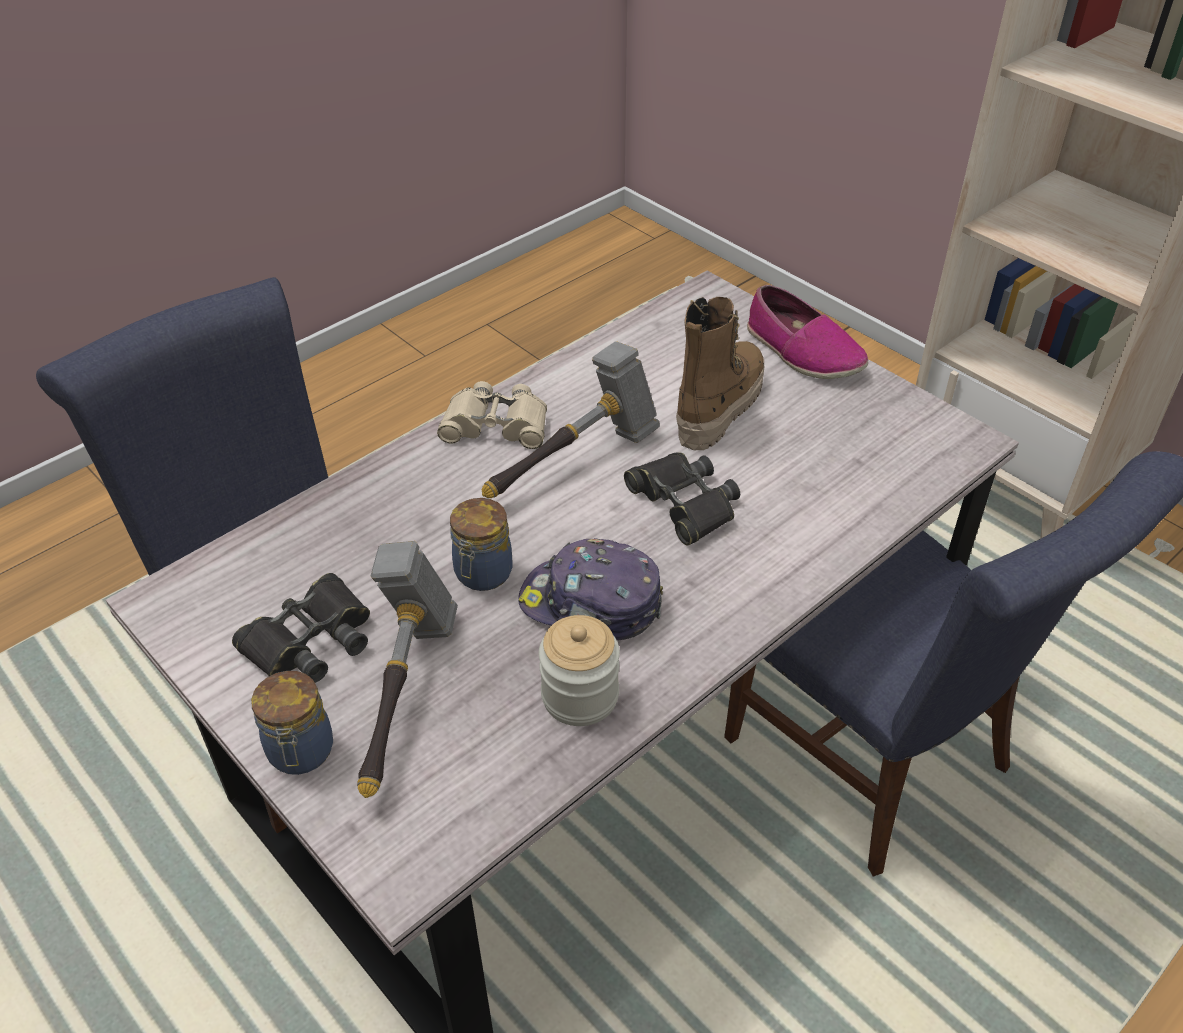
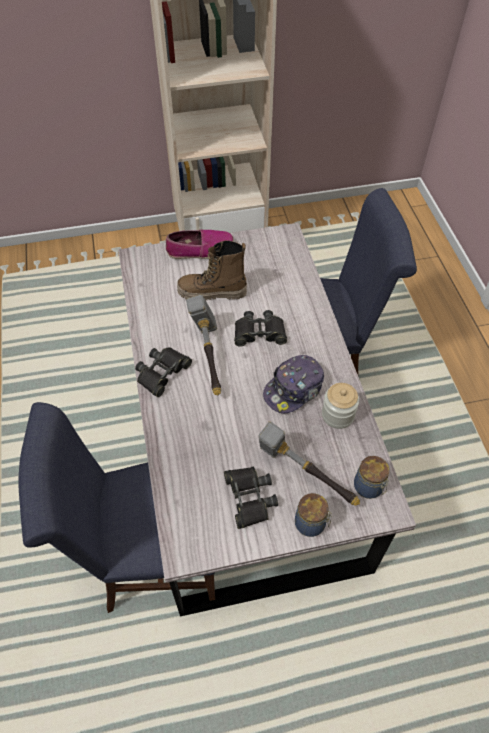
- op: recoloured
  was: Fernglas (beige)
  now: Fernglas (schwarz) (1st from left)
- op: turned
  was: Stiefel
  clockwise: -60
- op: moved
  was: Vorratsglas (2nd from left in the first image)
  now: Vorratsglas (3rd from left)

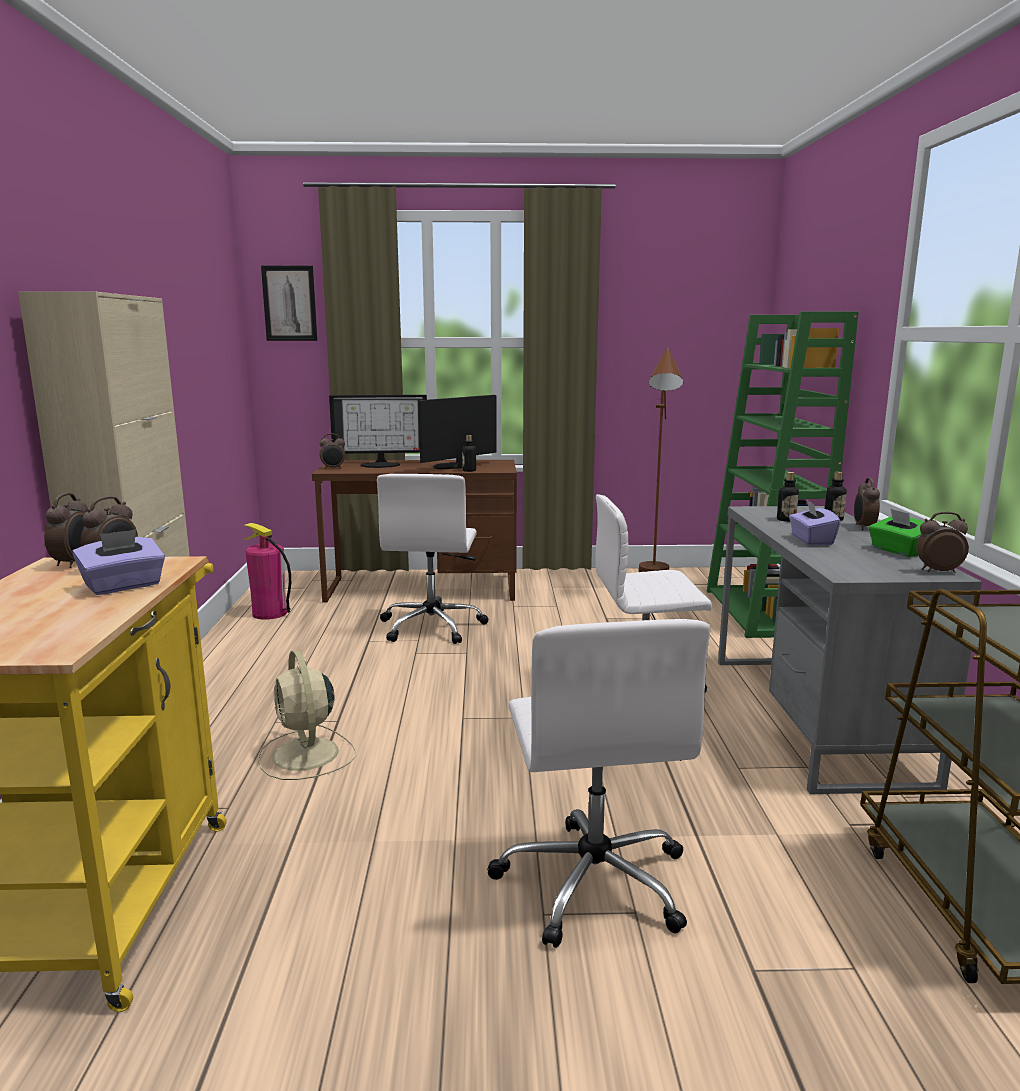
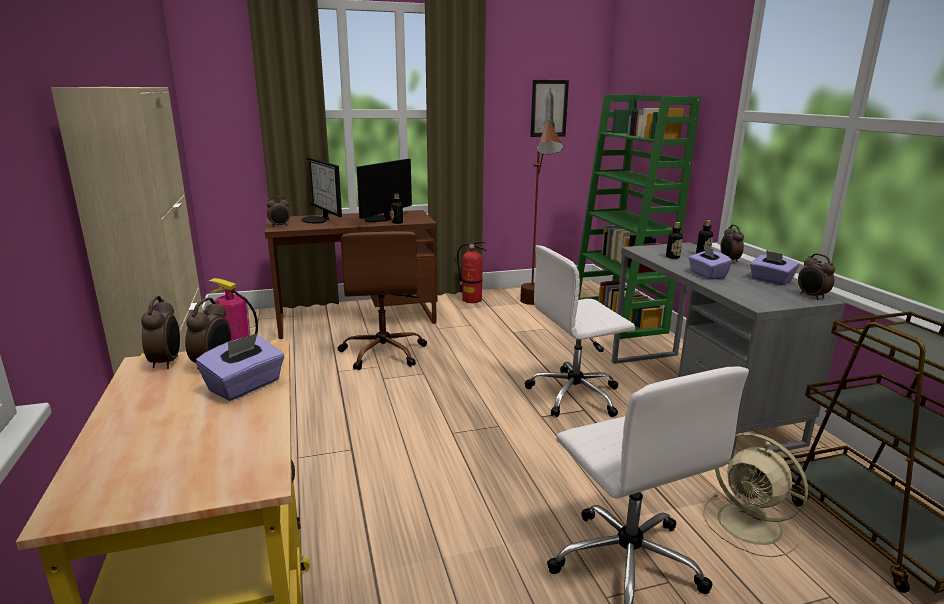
- op: turned
  was: Monitor (1st from left)
  clockwise: 75
- op: recoloured
  was: Bürostuhl (weiß) (1st from left)
  now: Bürostuhl (braun)
- op: added
  now: Feuerlöscher (2nd from left)
- op: moved
  was: Bild
- op: moved
  was: Ventilator (beige)
- op: recoloured
  was: Taschentuchbox (grün)
  now: Taschentuchbox (lila) (3rd from left)
- op: turned
  was: Wecker (5th from left)
  clockwise: -105

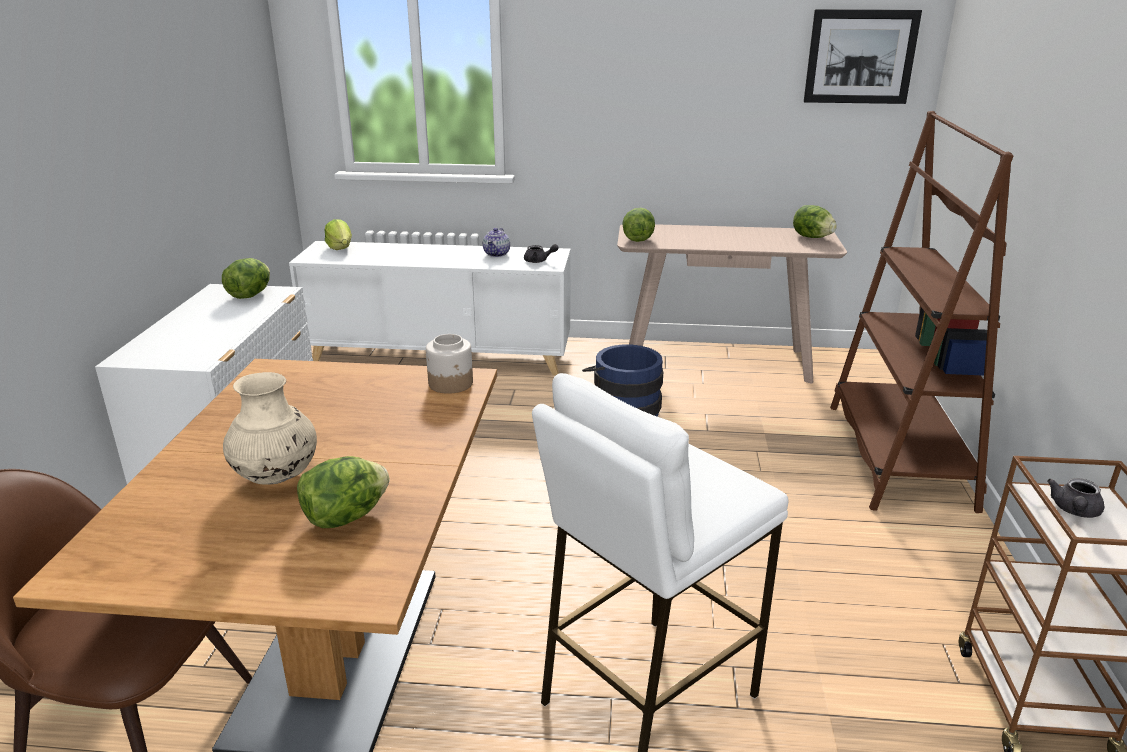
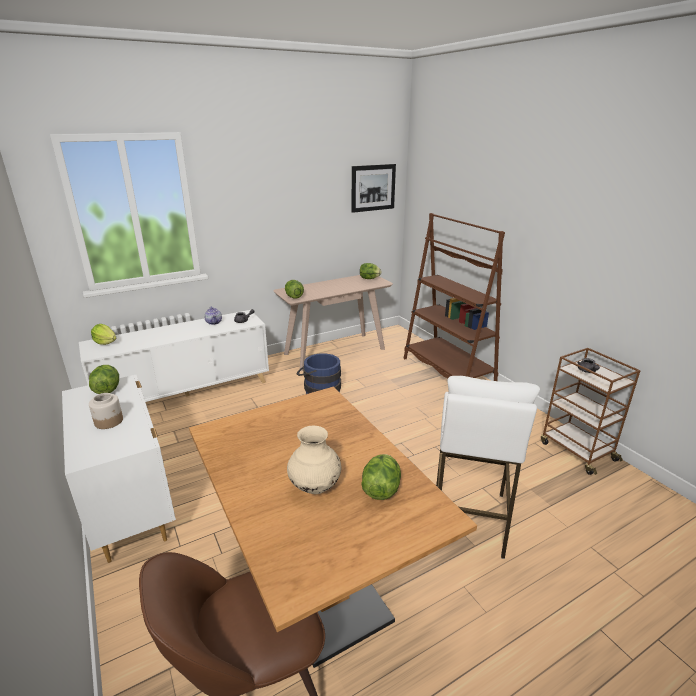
- op: moved
  was: Vorratsglas

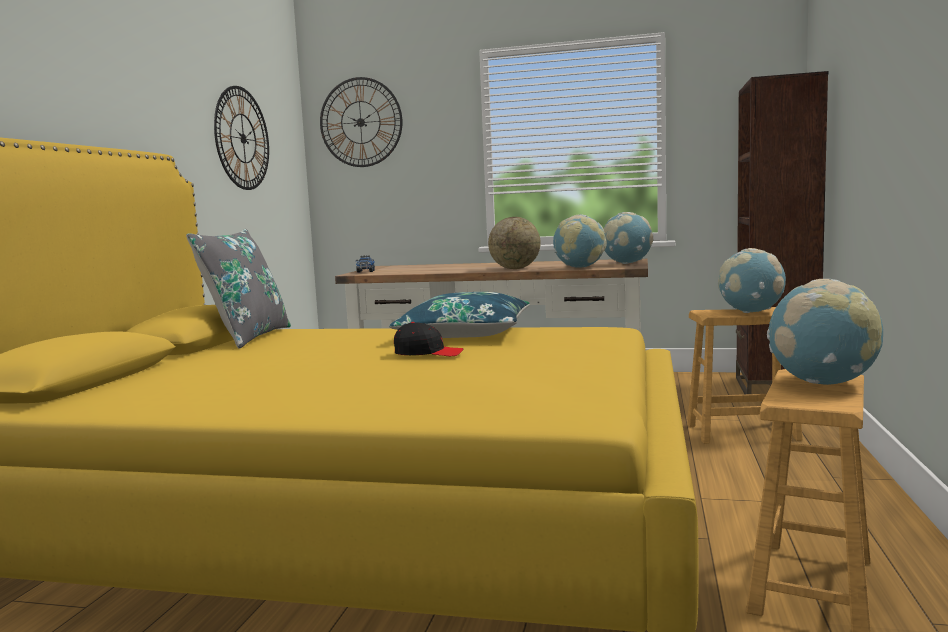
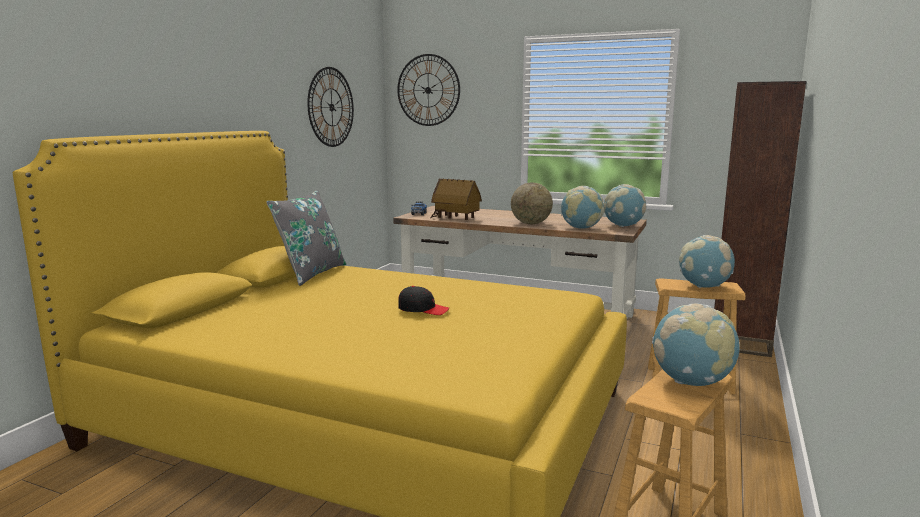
- op: added
  now: Spielzeughaus
- op: removed
  was: Kissen (blau)

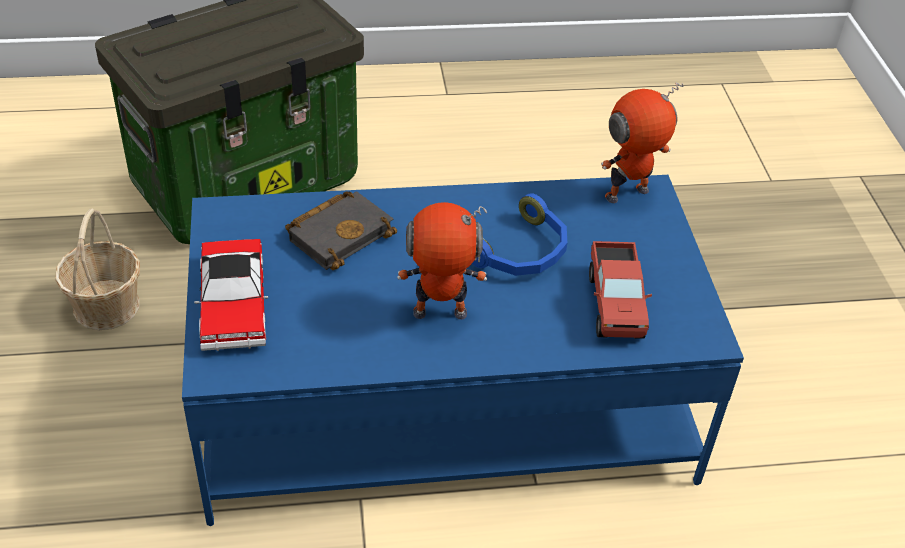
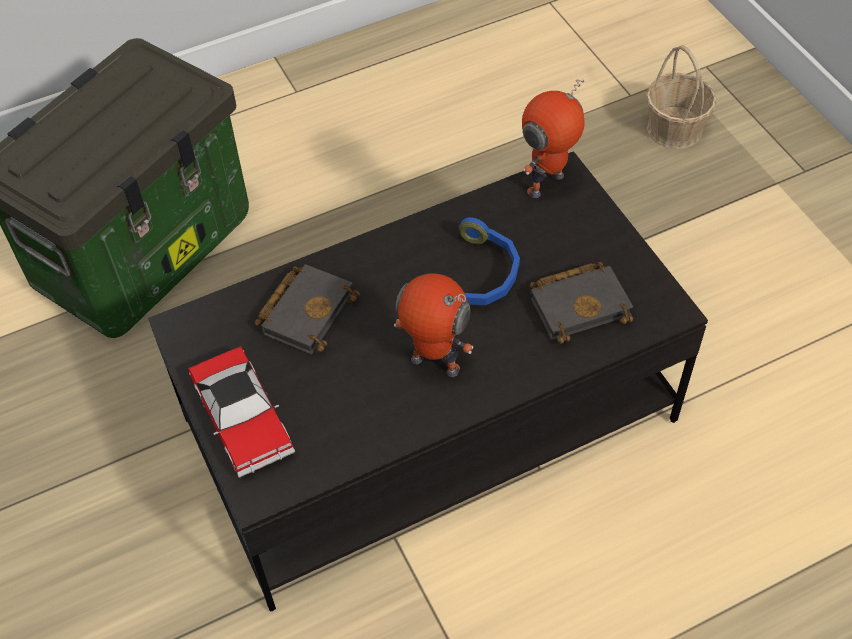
- op: recoloured
  was: Couchtisch (blau)
  now: Couchtisch (schwarz)
- op: turned
  was: Spielzeugroboter (1st from left)
  clockwise: 45
- op: replaced
  was: Spielzeuglaster
  now: Buch (schwarz) (2nd from left)
- op: moved
  was: Korb

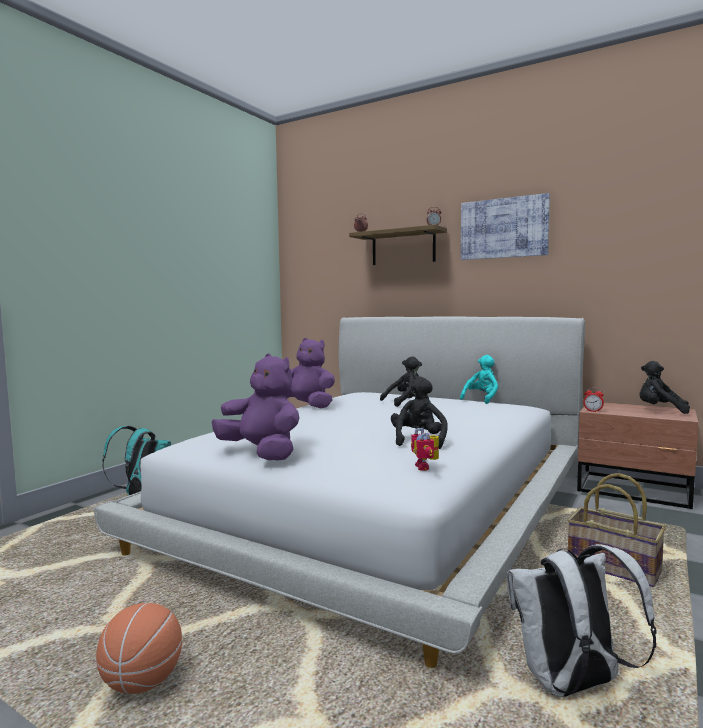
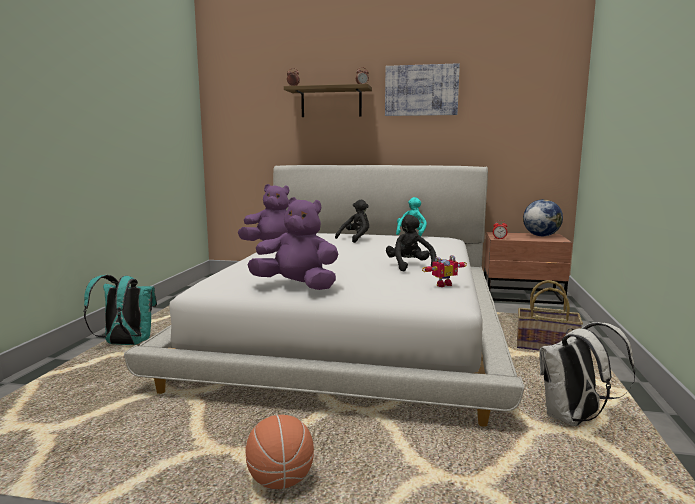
- op: turned
  was: Spielzeugroboter
  clockwise: -90
- op: replaced
  was: Plüschtier (schwarz) (3rd from left)
  now: Globus

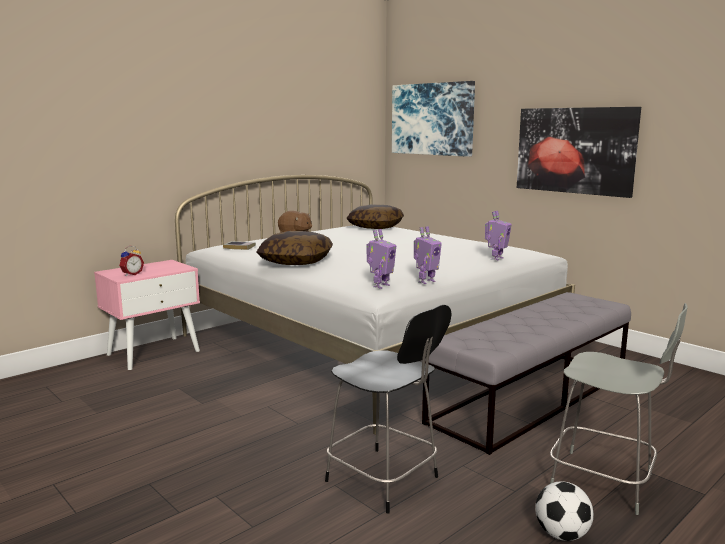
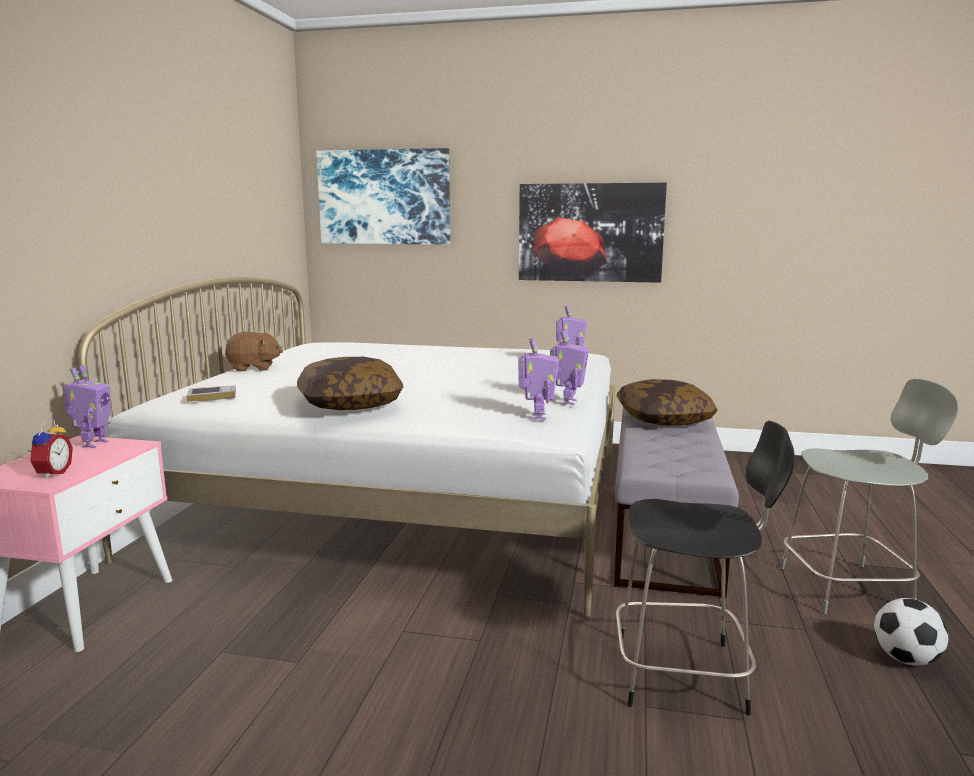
- op: added
  now: Spielzeugroboter (1st from left)
- op: moved
  was: Kissen (2nd from left)

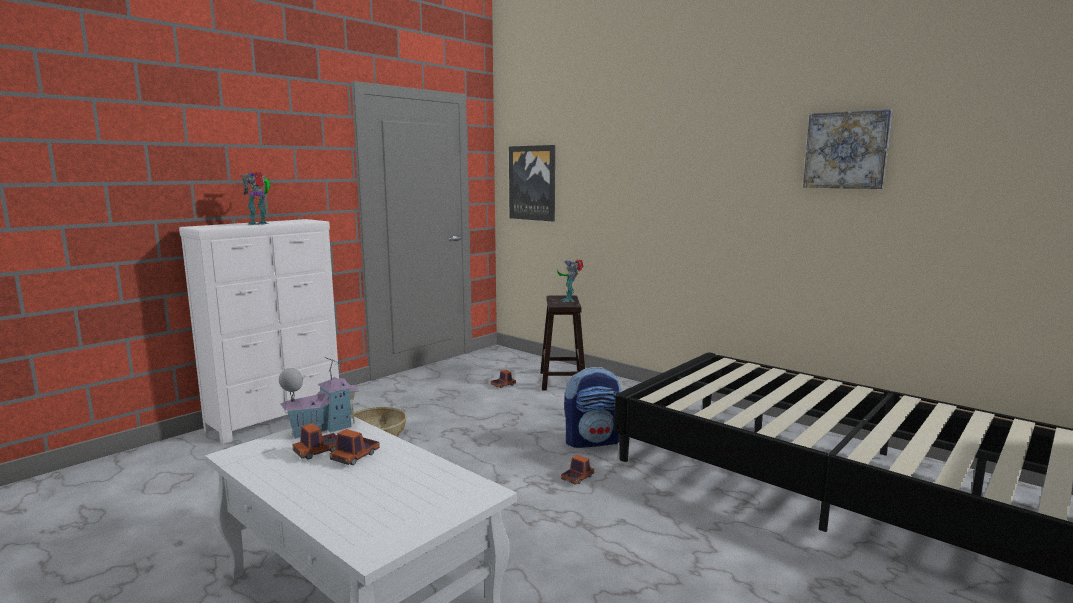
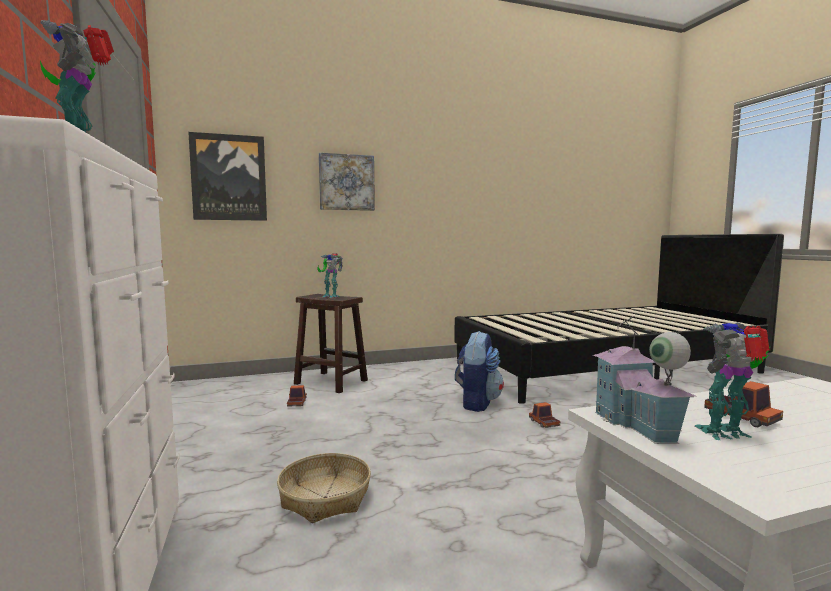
- op: moved
  was: Bild (2nd from left)
- op: replaced
  was: Spielzeuglaster (1st from left)
  now: Spielzeugroboter (3rd from left)

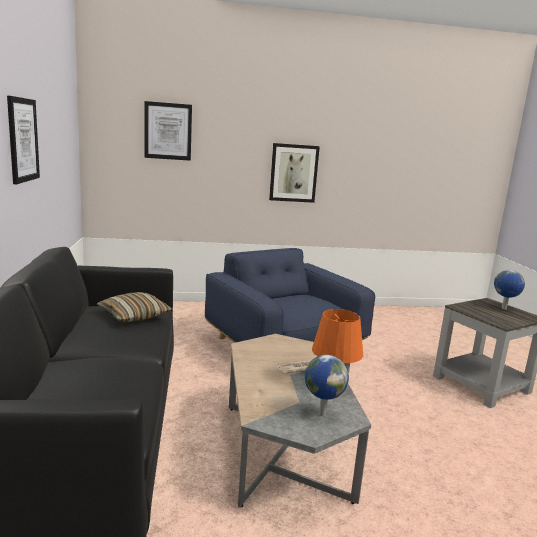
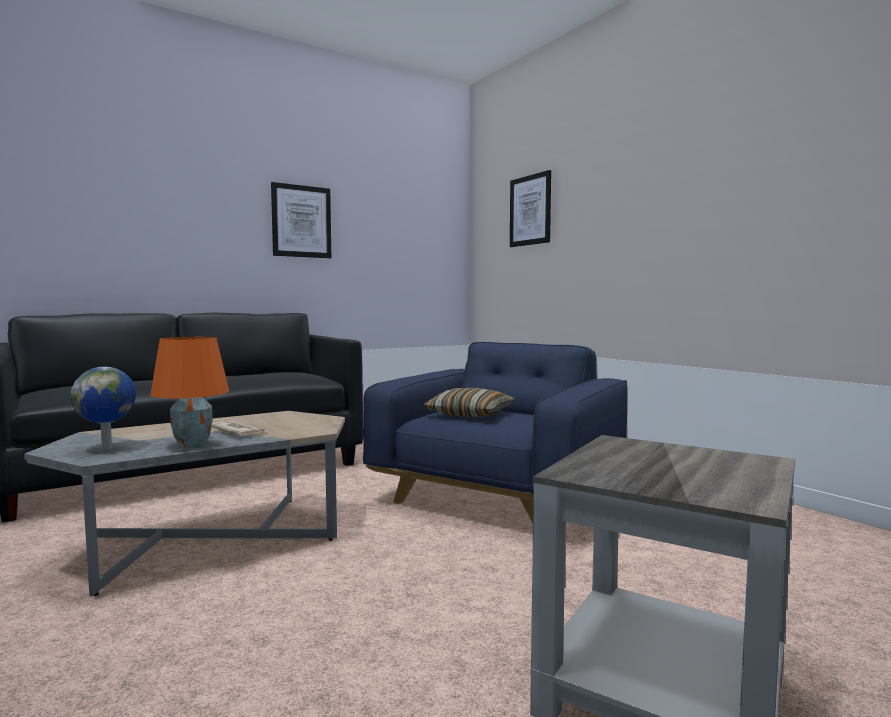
- op: moved
  was: Kissen
- op: removed
  was: Bild (3rd from left)
- op: removed
  was: Globus (2nd from left)

